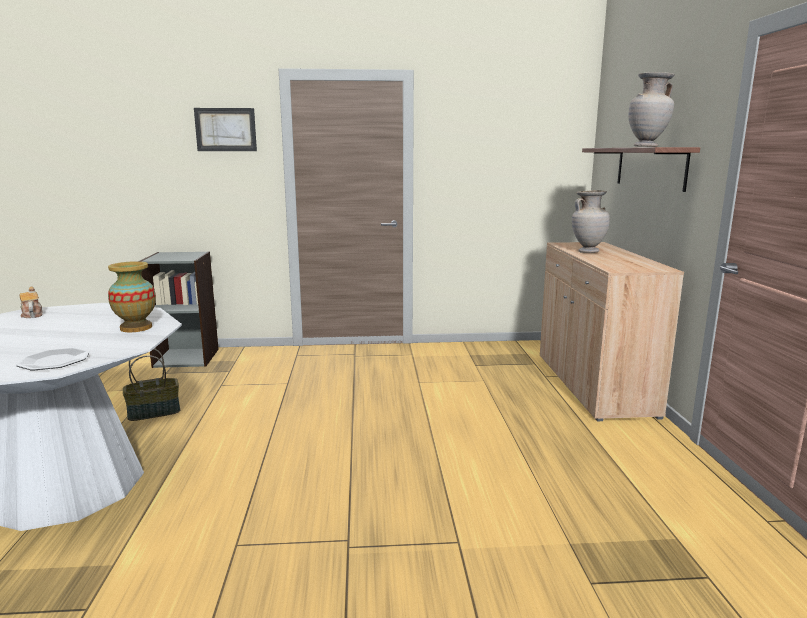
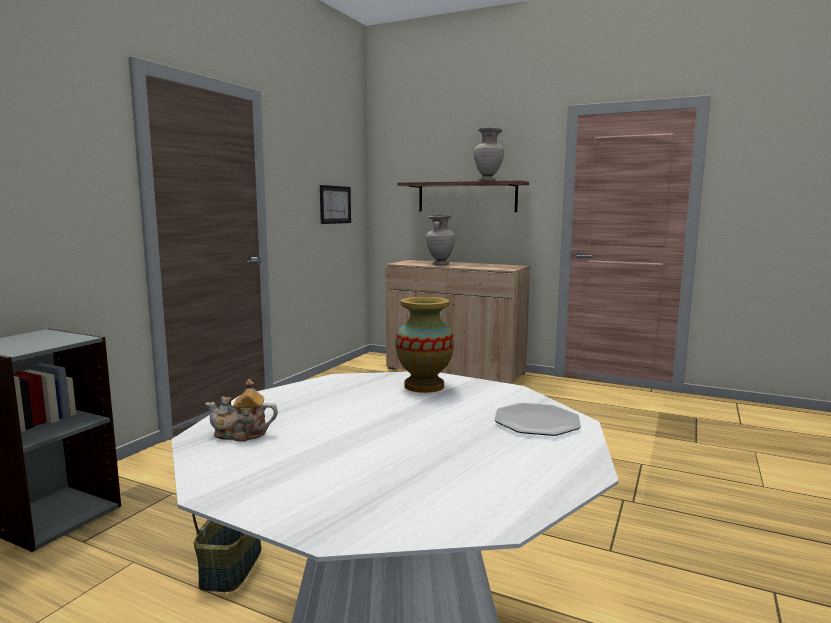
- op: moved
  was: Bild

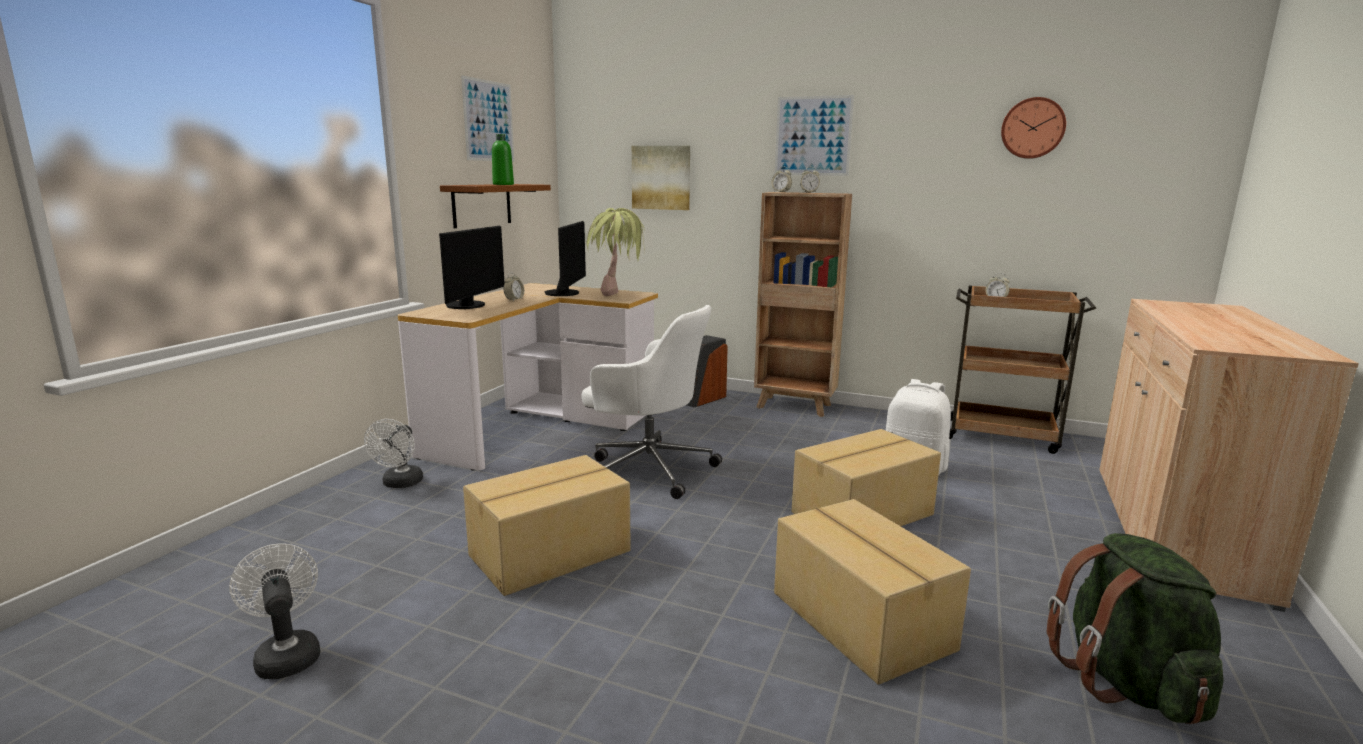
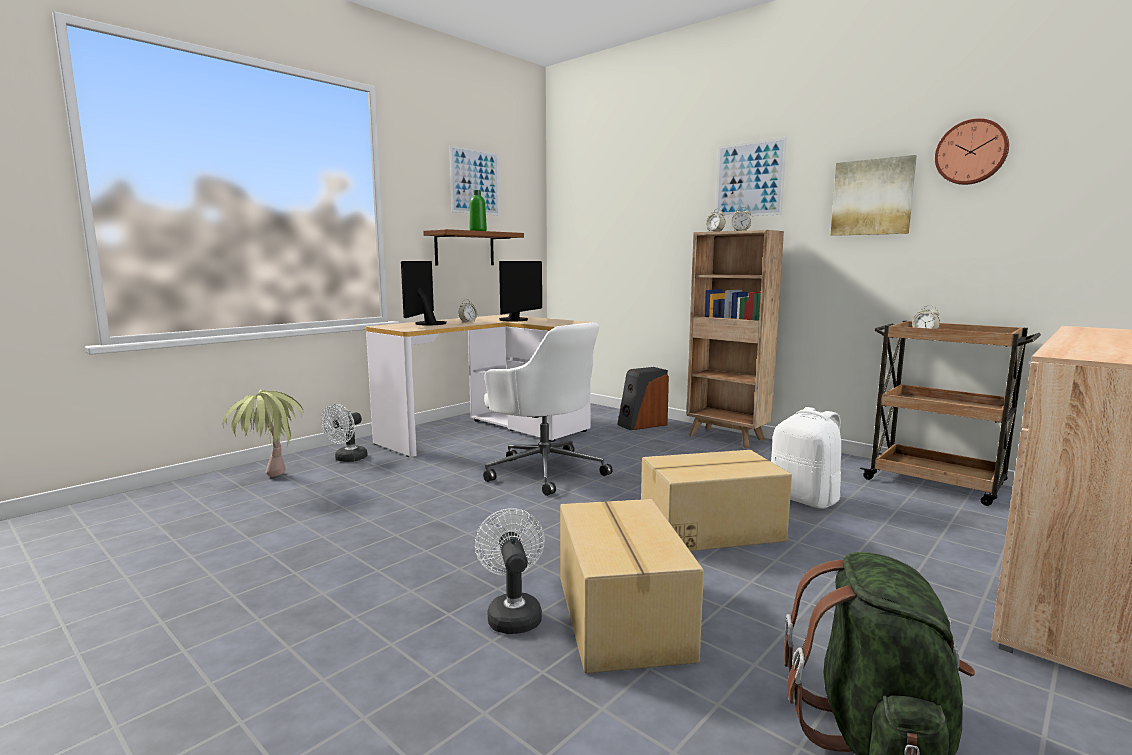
- op: moved
  was: Topfpflanze
- op: turned
  was: Monitor (1st from left)
  clockwise: 150
- op: moved
  was: Ventilator (weiß) (1st from left in the first image)
  now: Ventilator (weiß) (2nd from left)
- op: moved
  was: Bild (2nd from left in the first image)
  now: Bild (3rd from left)
- op: removed
  was: Karton (1st from left)

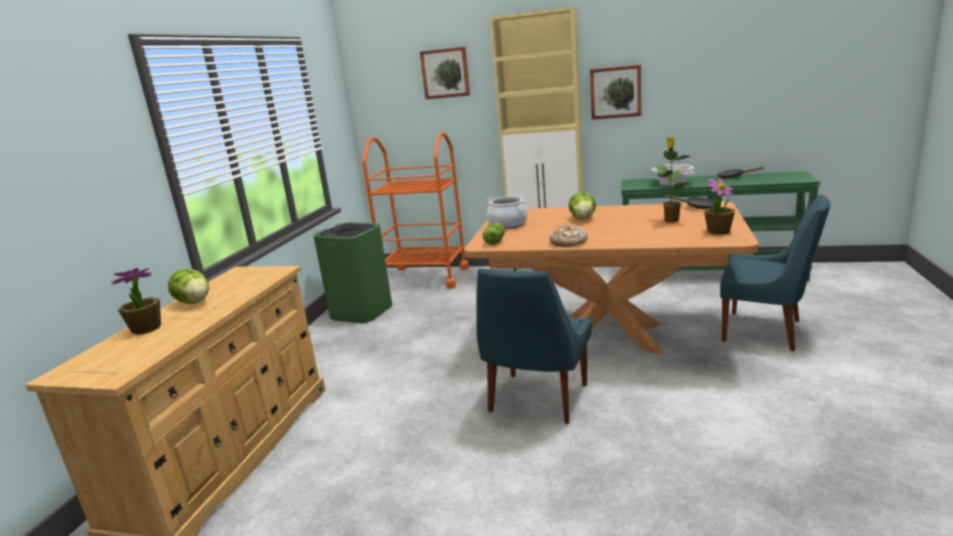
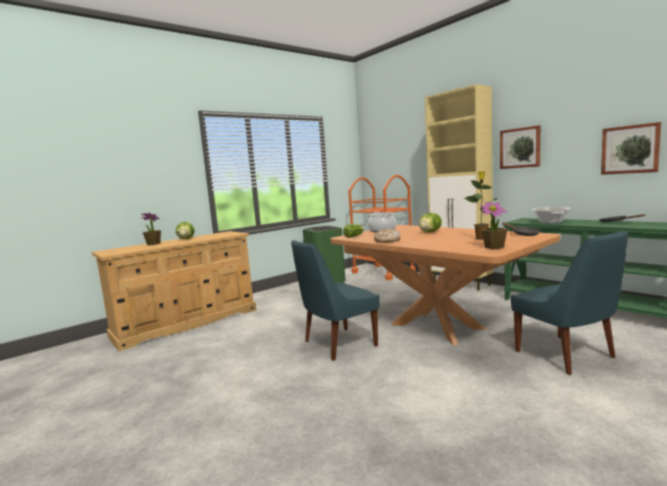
- op: moved
  was: Bild (1st from left in the first image)
  now: Bild (2nd from left)

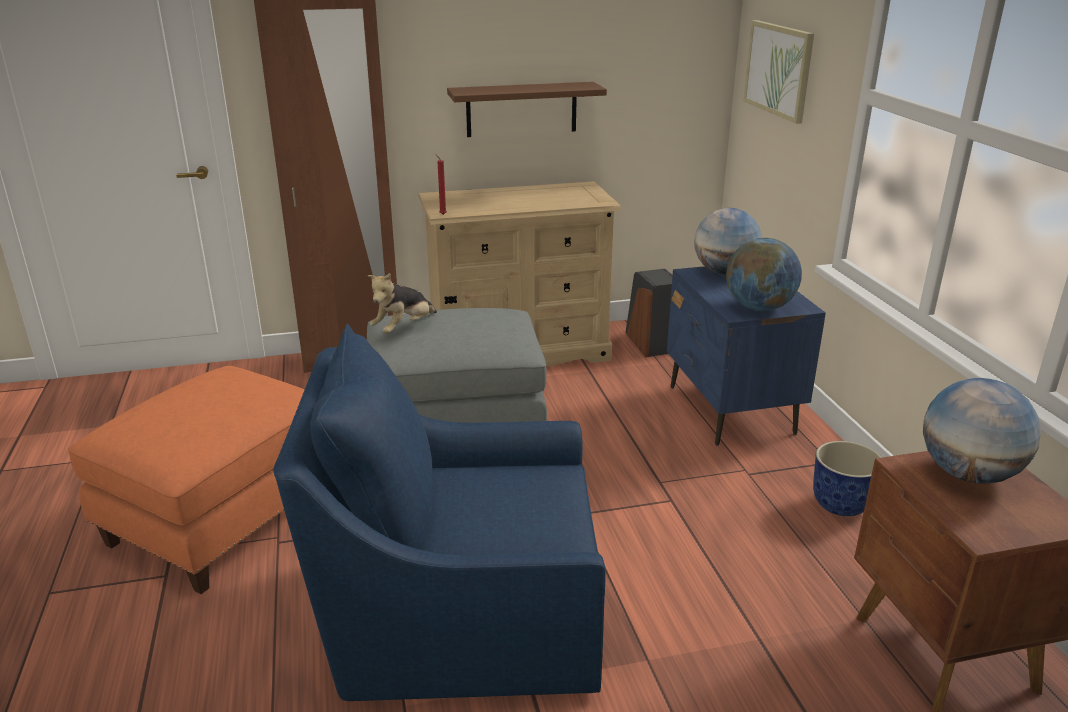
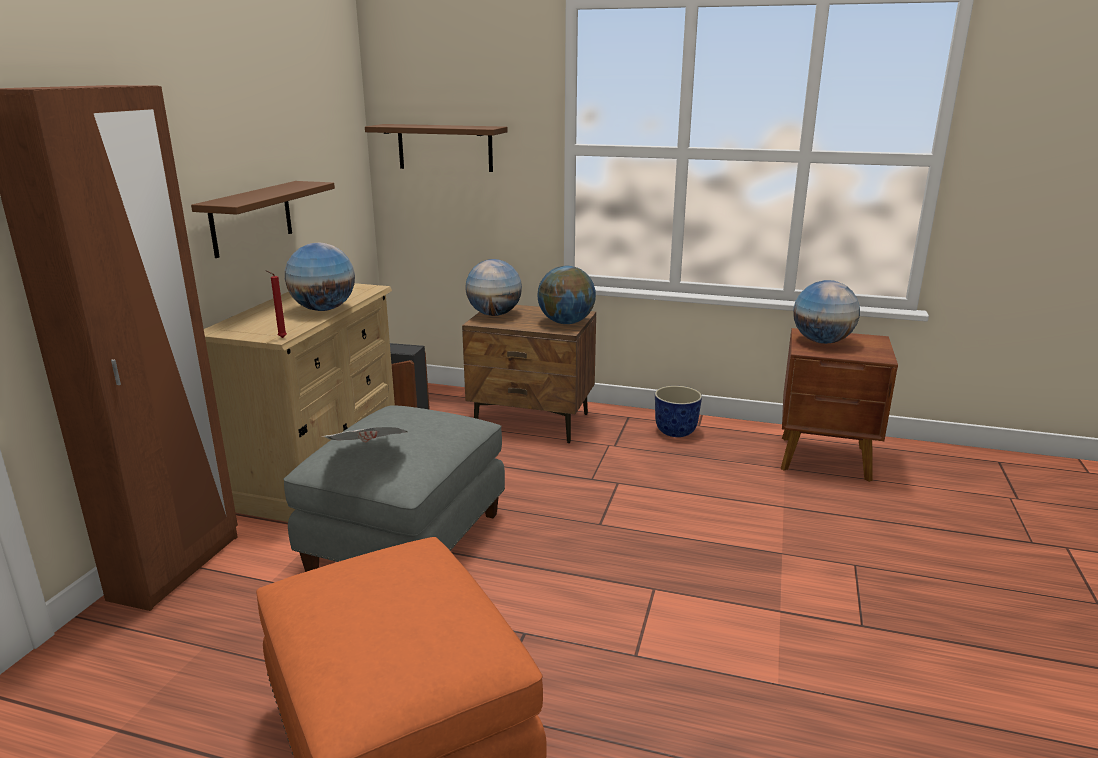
- op: added
  now: Globus (1st from left)
- op: replaced
  was: Plüschtier
  now: Zeitung
- op: replaced
  was: Bild
  now: Wandregal (braun) (2nd from left)
- op: recoloured
  was: Nachttisch (blau)
  now: Nachttisch (braun) (1st from left)
- op: removed
  was: Sessel (blau)

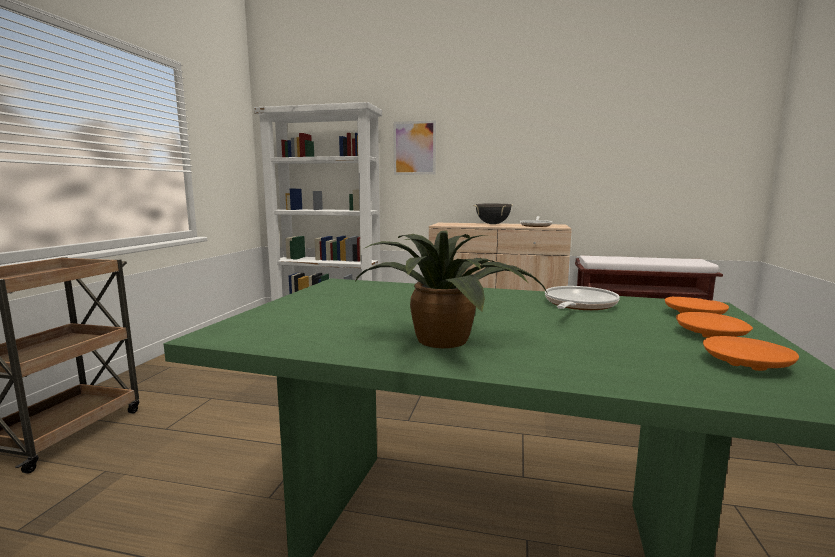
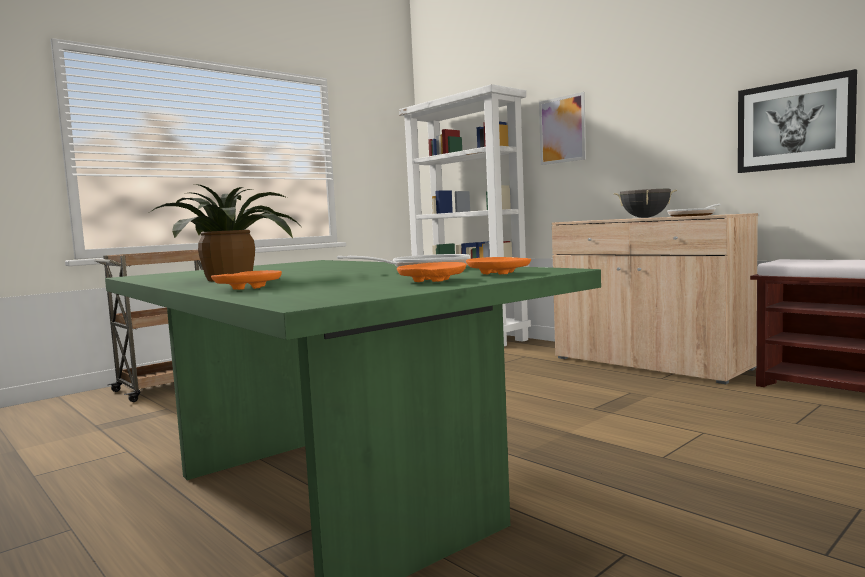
- op: moved
  was: Teller (orange) (3rd from left in the first image)
  now: Teller (orange) (1st from left)
- op: added
  now: Bild (2nd from left)

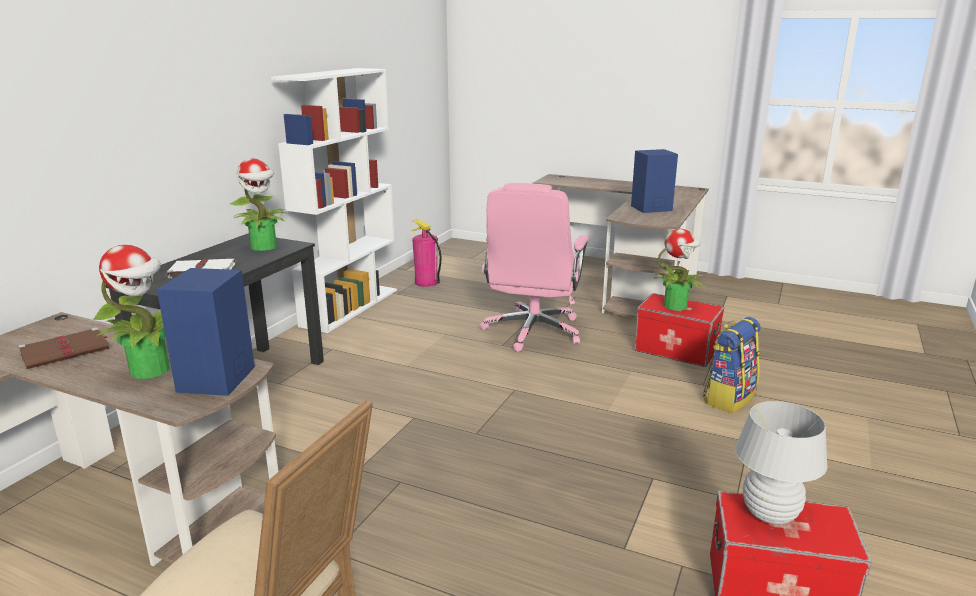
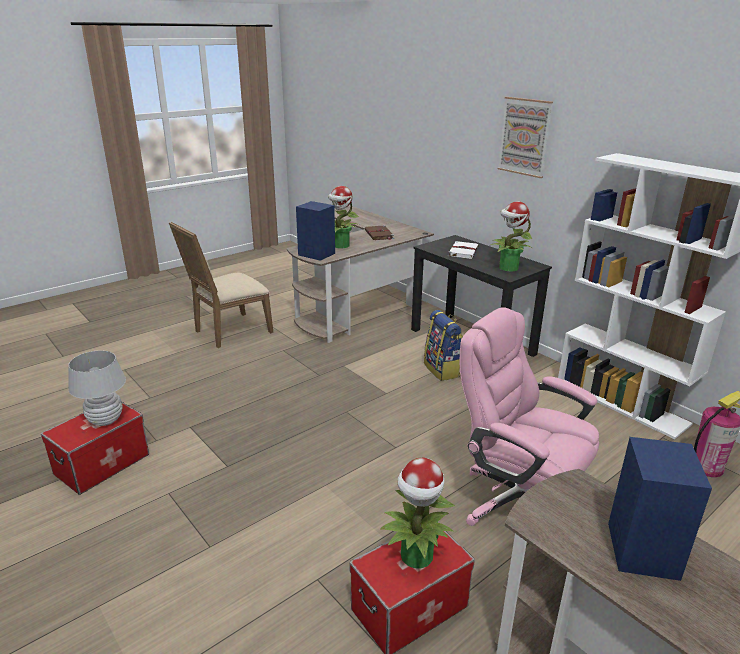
- op: moved
  was: Rucksack
- op: added
  now: Bild

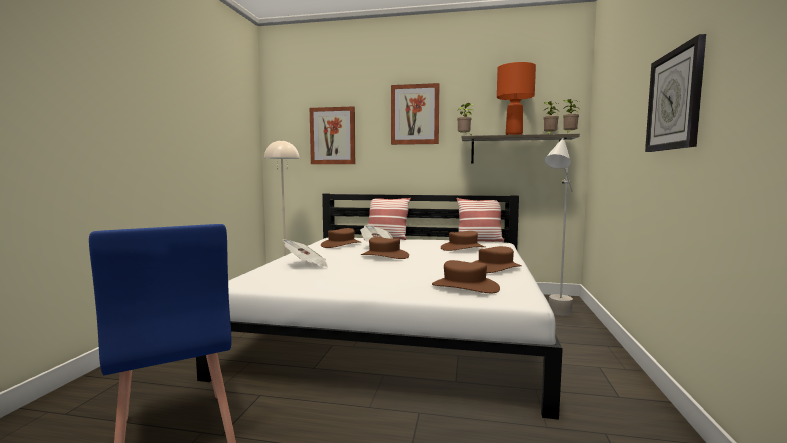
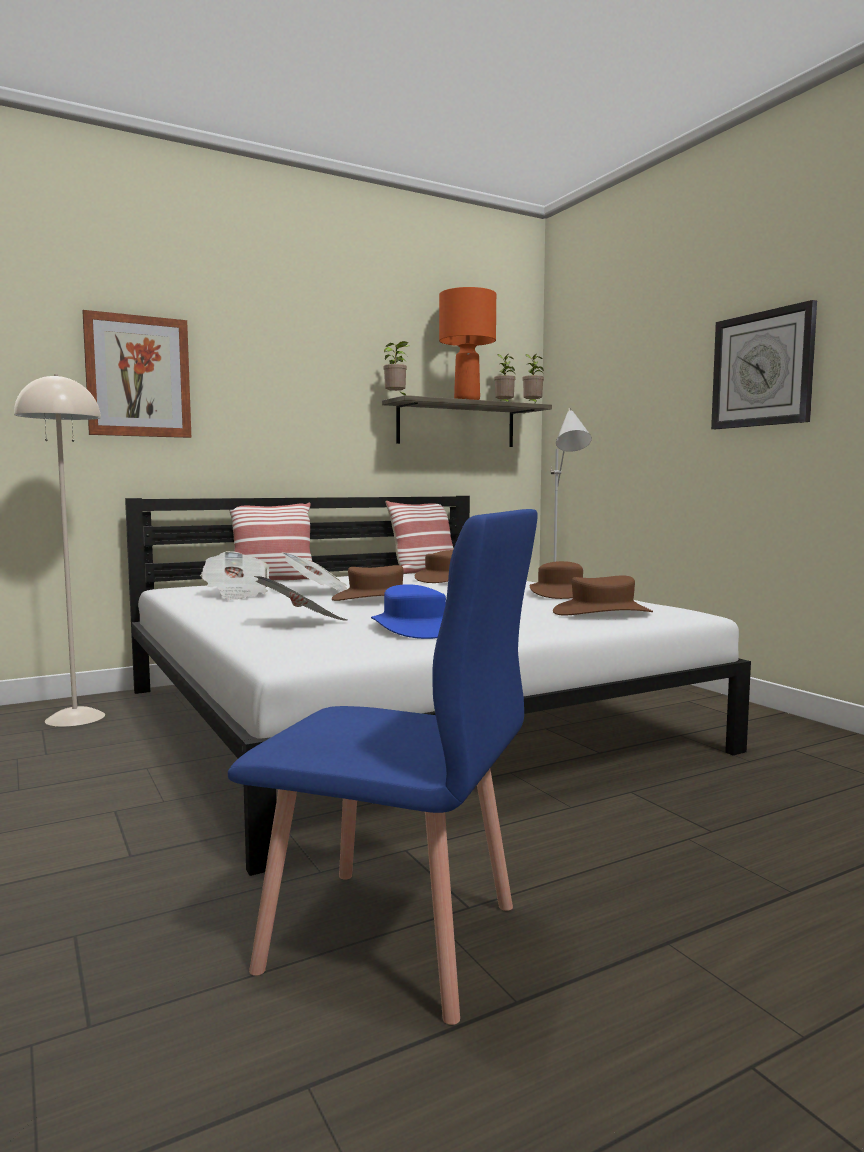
- op: replaced
  was: Hut (braun) (1st from left)
  now: Zeitung (1st from left)
- op: added
  now: Hut (blau)
- op: removed
  was: Bild (2nd from left)

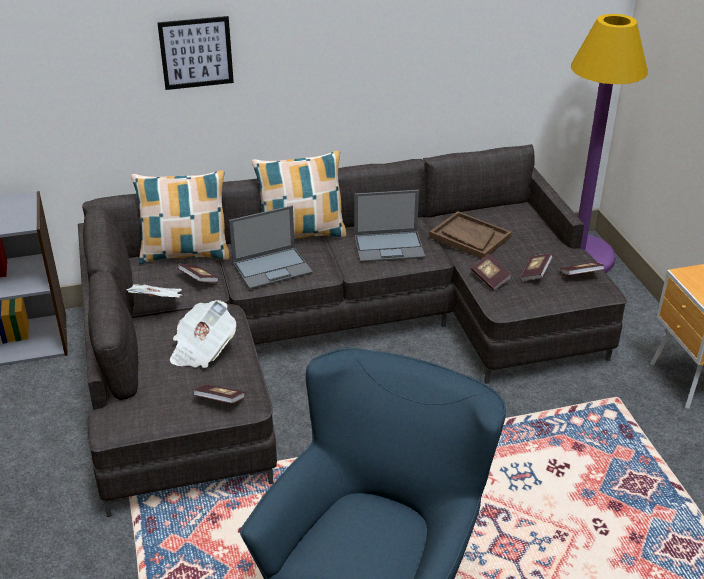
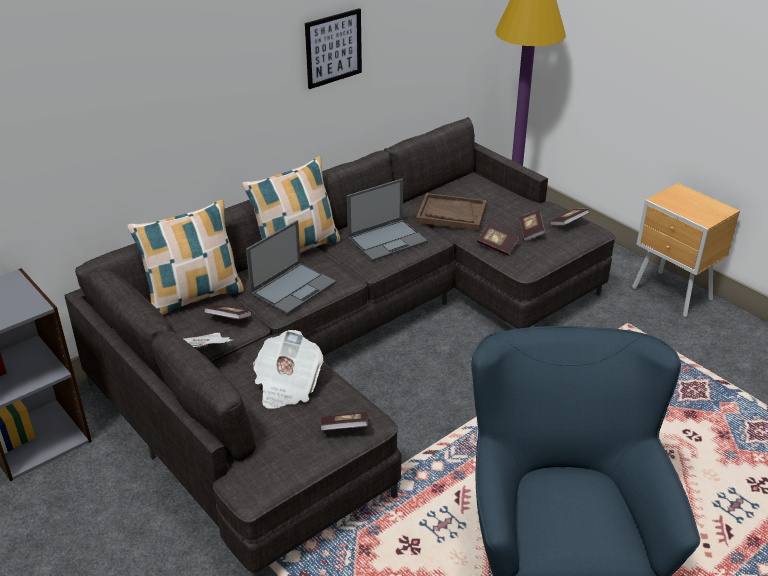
- op: moved
  was: Bild

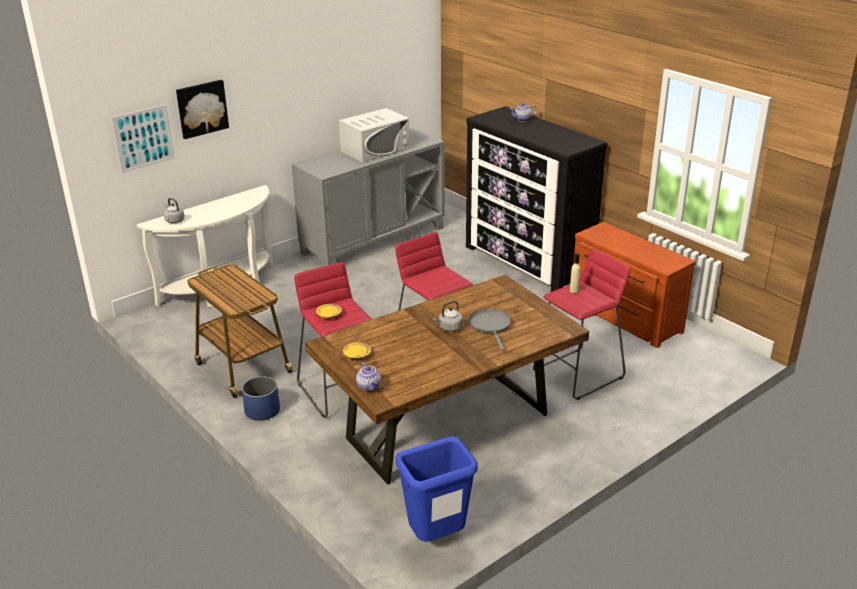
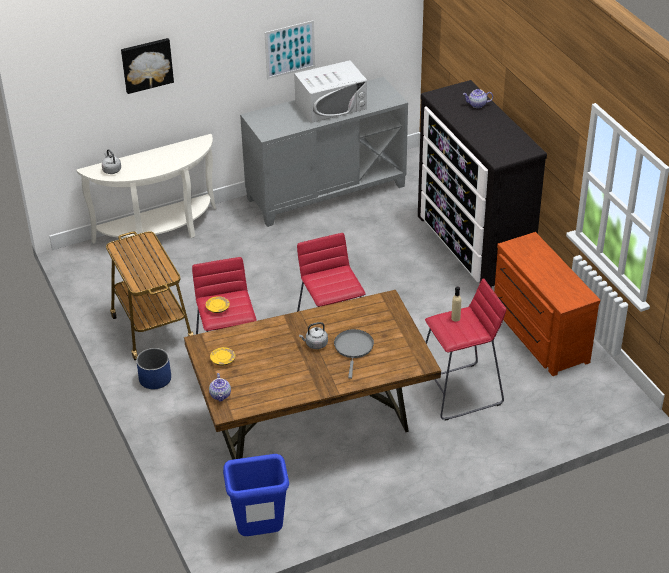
- op: moved
  was: Bild (1st from left in the first image)
  now: Bild (2nd from left)

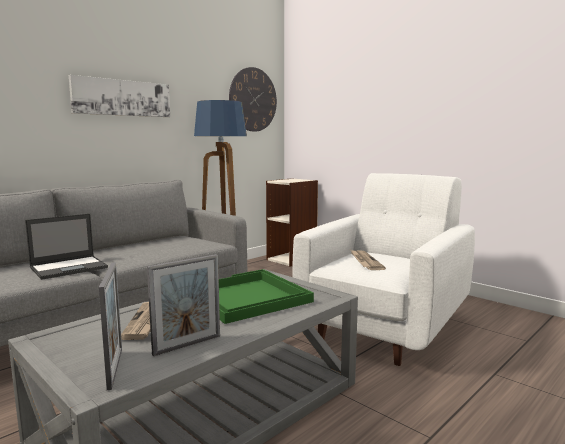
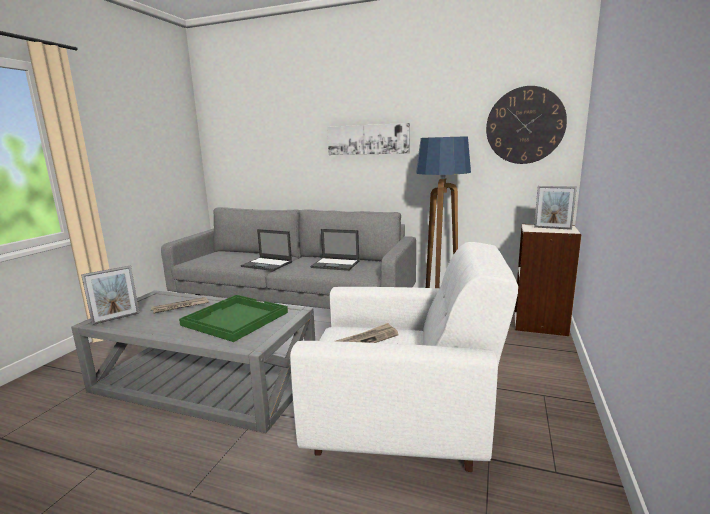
- op: added
  now: Laptop (2nd from left)
- op: moved
  was: Bilderrahmen (2nd from left)

